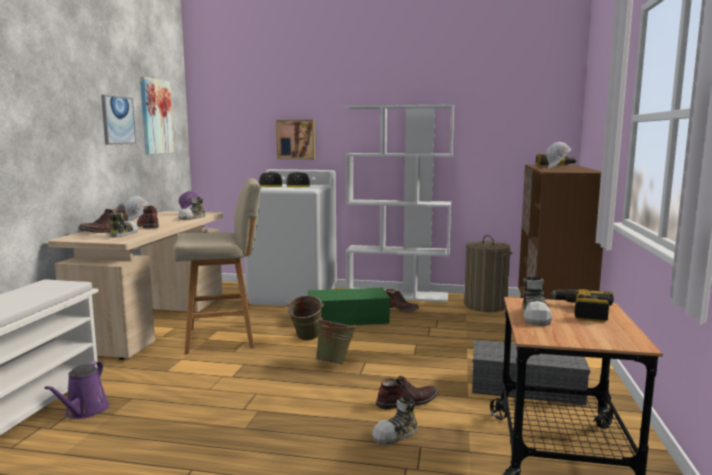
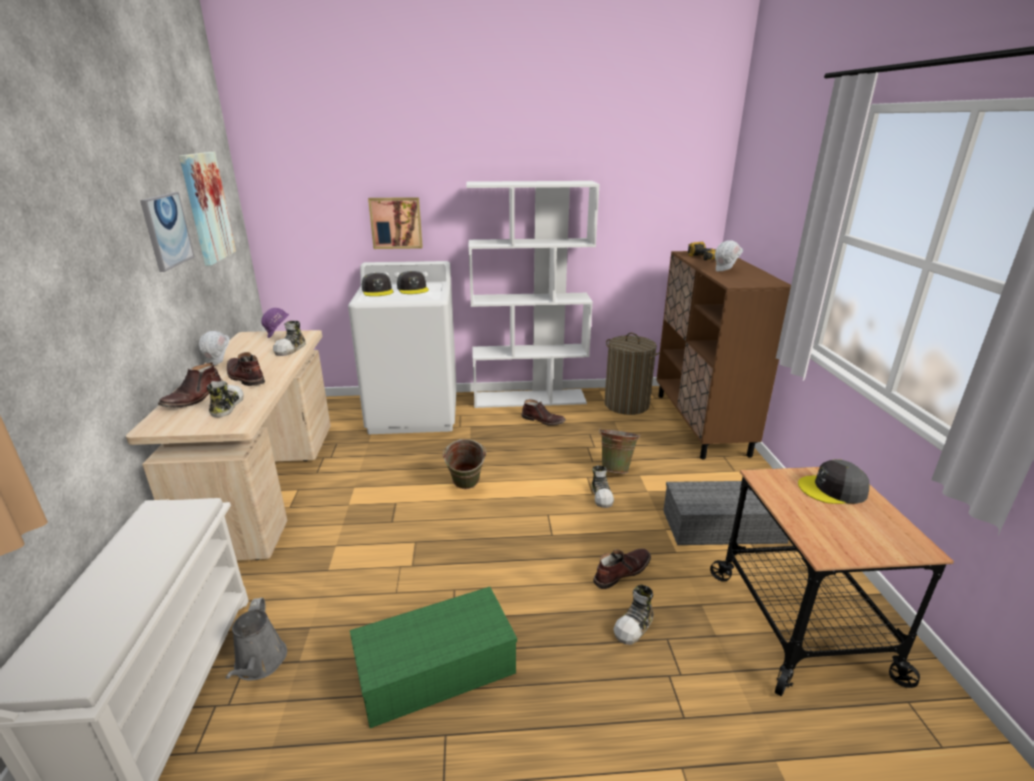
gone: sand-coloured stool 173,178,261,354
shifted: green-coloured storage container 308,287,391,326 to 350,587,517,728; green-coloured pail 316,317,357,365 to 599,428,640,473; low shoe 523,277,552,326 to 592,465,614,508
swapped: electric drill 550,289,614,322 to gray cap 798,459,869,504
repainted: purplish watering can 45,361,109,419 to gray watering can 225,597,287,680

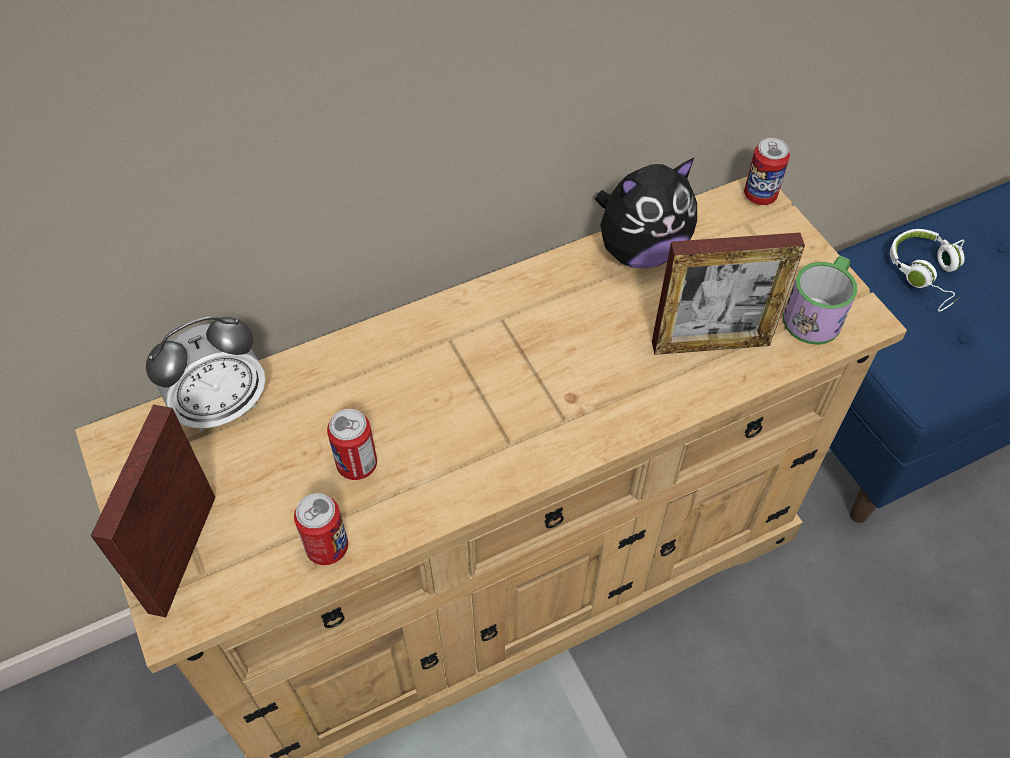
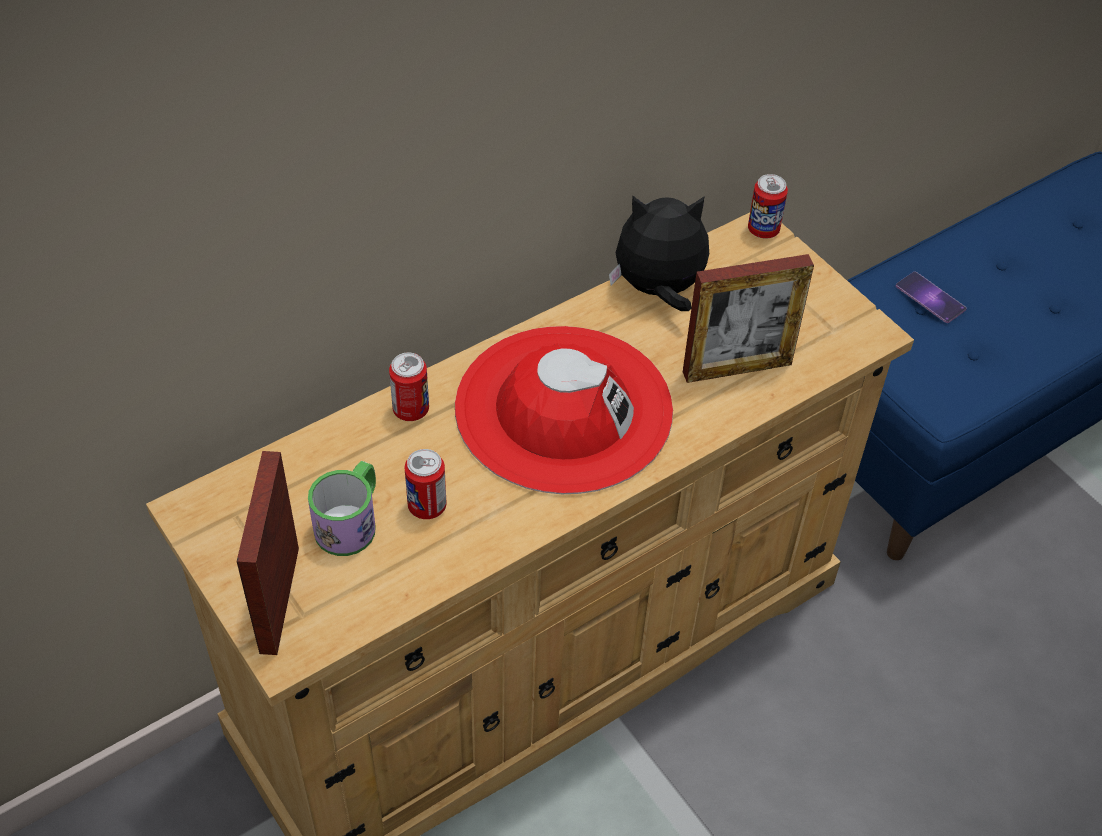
gone: table clock 146,316,266,432
new: red hat 455,326,673,494
shifted: metal can 294,493,348,565 to 389,352,429,421; tea mug 783,256,857,345 to 308,461,376,556
swapped: whitish pair of headphones 890,229,965,312 to phone 896,271,967,323
rotated: cuddly toy 595,157,697,269 = 609,196,709,311 150 degrees counterclockwise

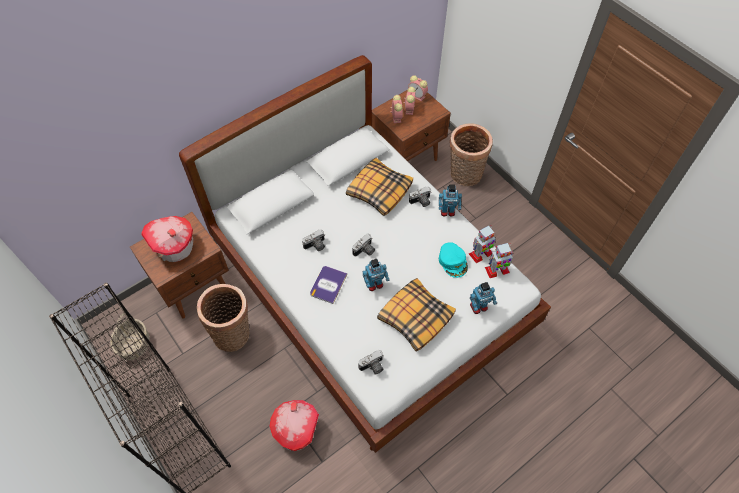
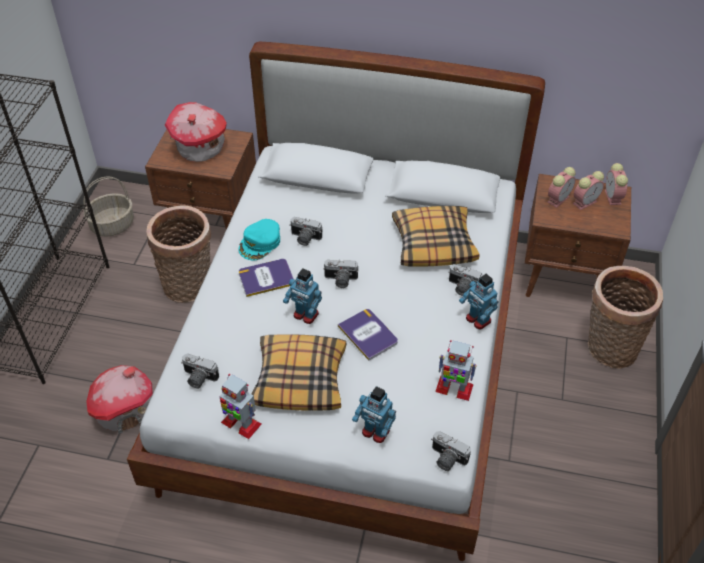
new: bound book 338,309,398,360; still camera 431,431,471,471
shifted: turquoise-coloured cap 439,242,468,278 to 239,219,280,261; robot figure 485,243,513,278 to 219,374,262,439

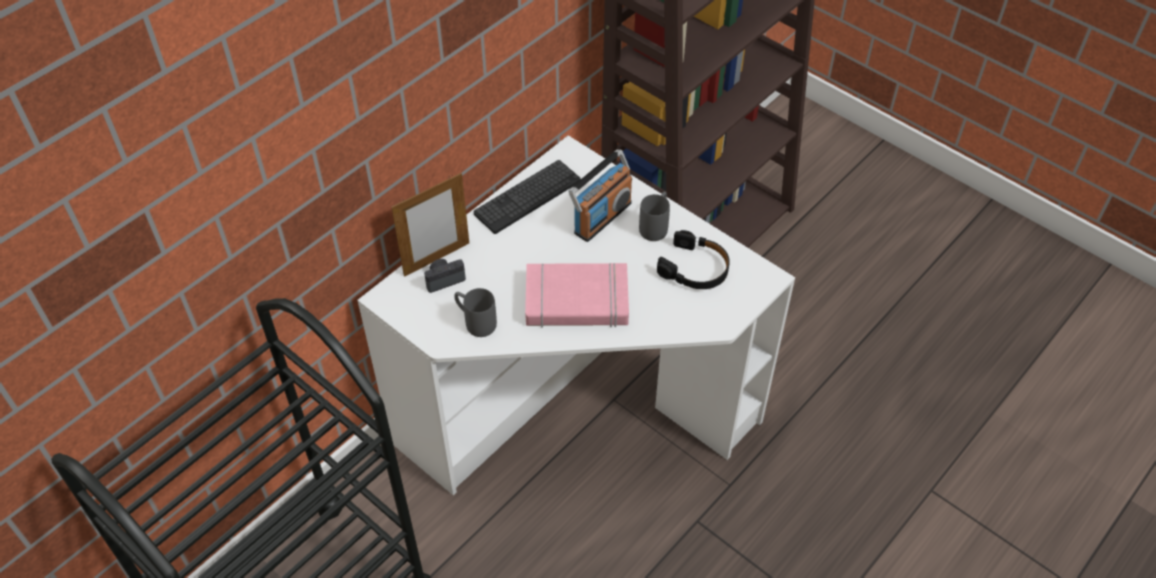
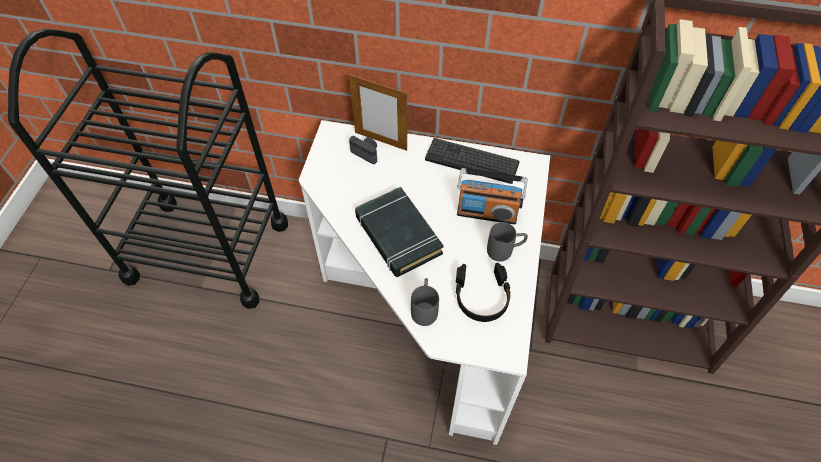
shifted: gray tea mug 454,288,497,337 to 411,278,439,326
repainted: pink bound book 525,263,629,328 to black bound book 355,187,444,277

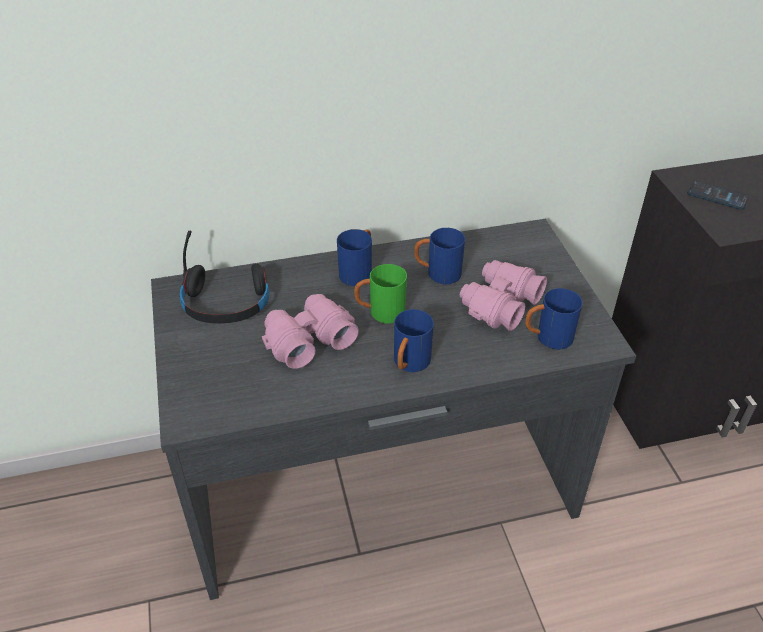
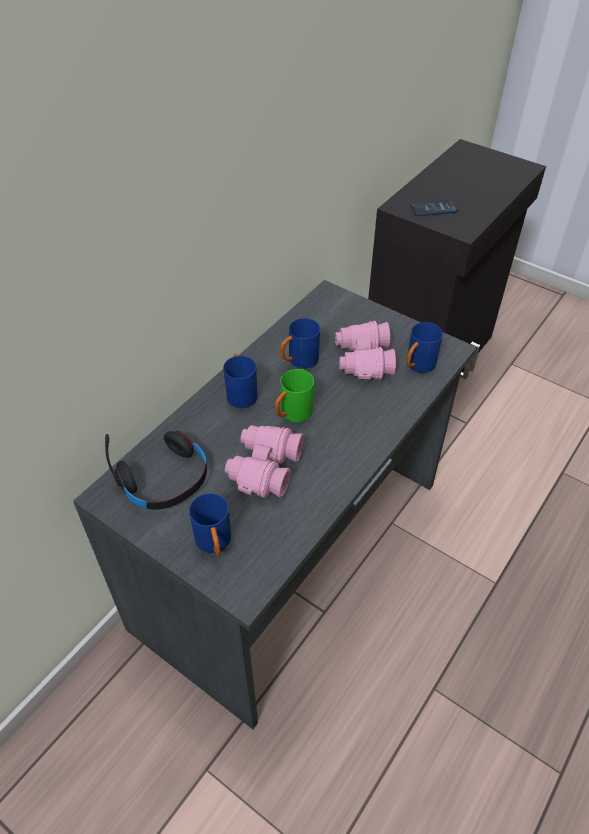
shifted: bluish tea mug 394,309,434,372 to 189,493,231,556

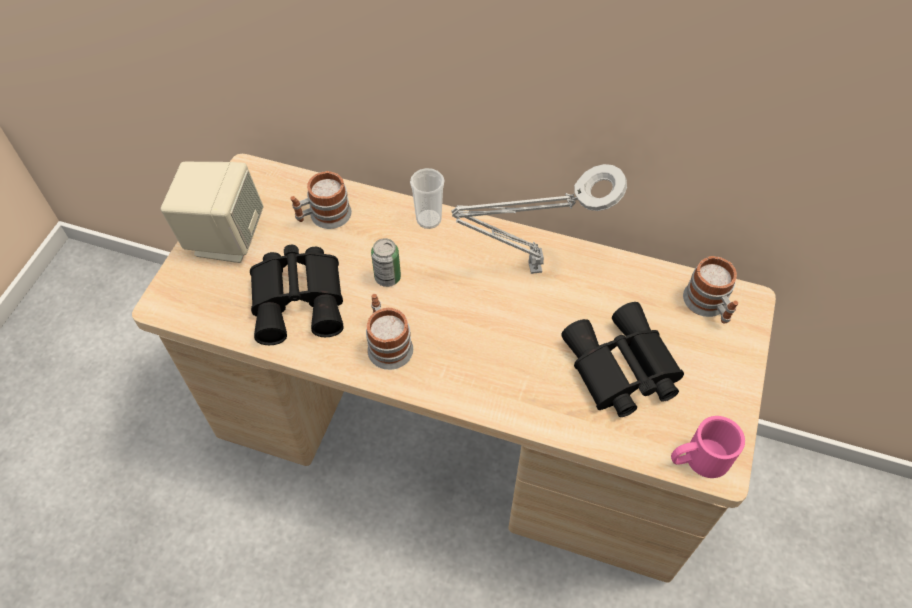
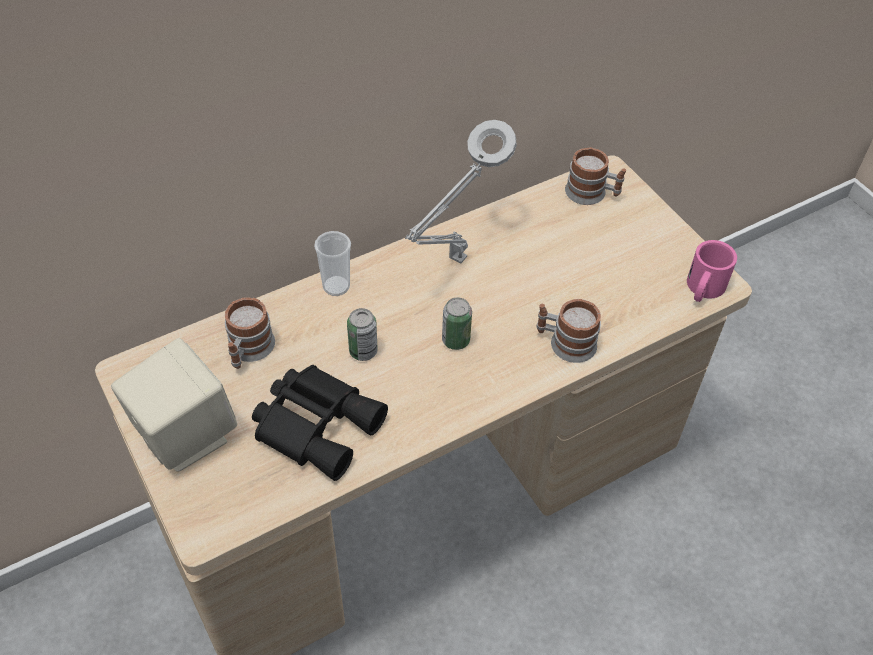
gone: black field glasses 561,302,684,417
new: metal can 442,298,472,350
shifted: tea mug 366,294,413,370 to 536,299,601,363

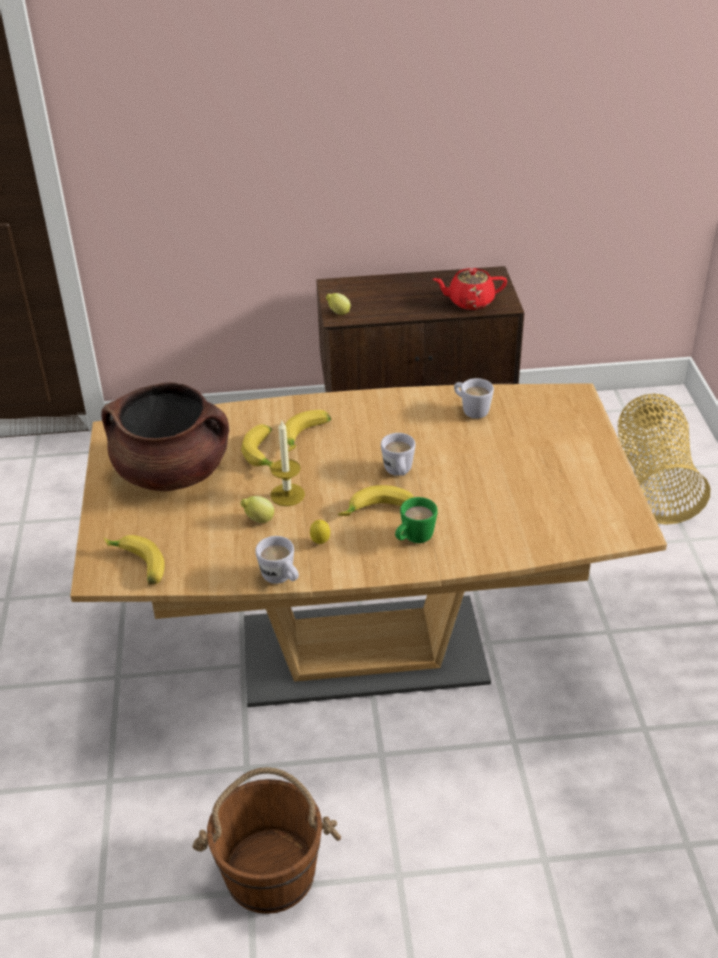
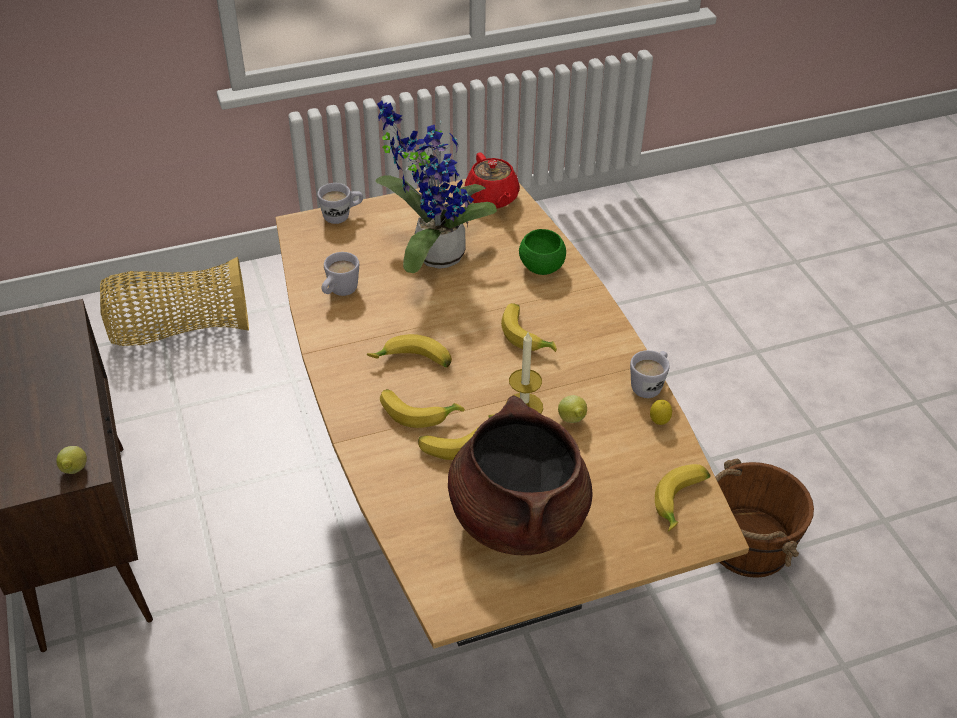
gone: green-coloured tea mug 395,497,438,543
new: banana 367,334,452,368; plant in a pot 375,101,497,273; green-coloured bowl 519,229,566,275
shifted: citrus fruit 310,520,330,544 to 650,400,672,425; whitish tea mug 381,433,416,476 to 317,183,363,224; red tea pot 433,268,507,310 to 464,153,520,209

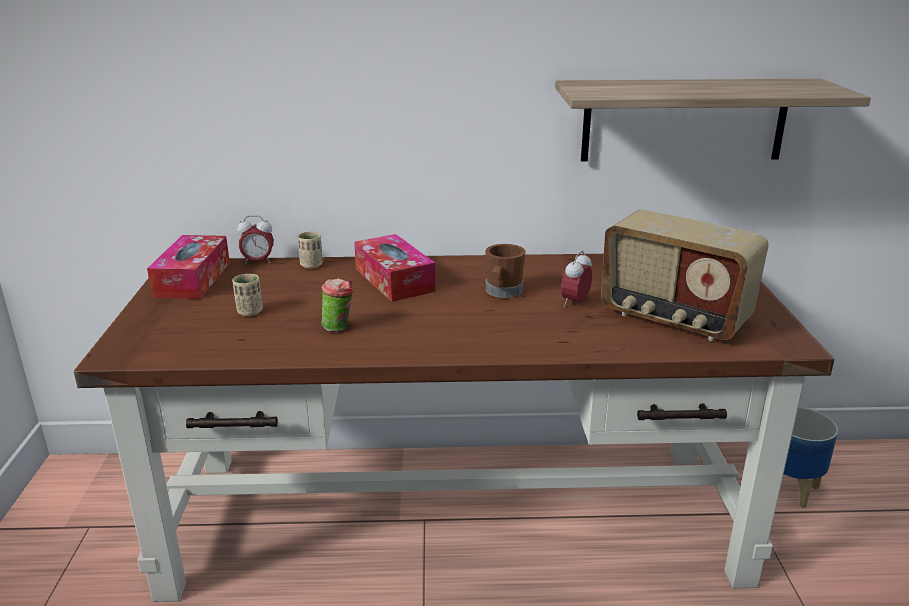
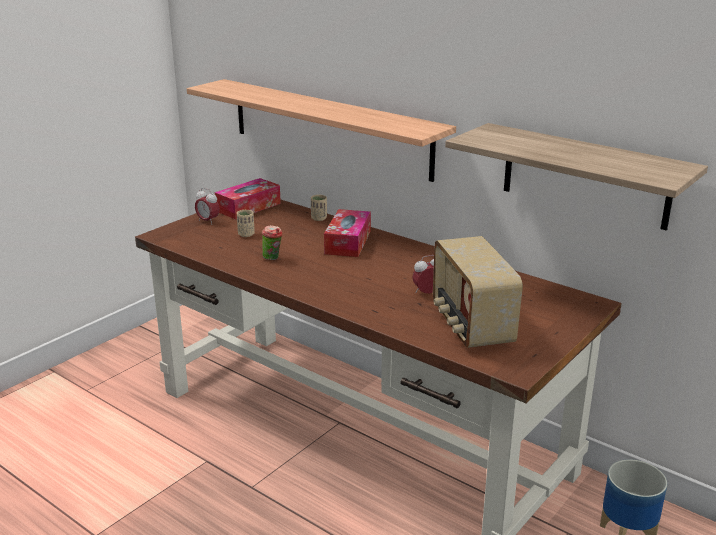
gone: brown-coloured tea mug 485,244,526,298
new: bracket shelf 187,79,456,182
shifted: table clock 237,216,274,264 to 195,188,220,225

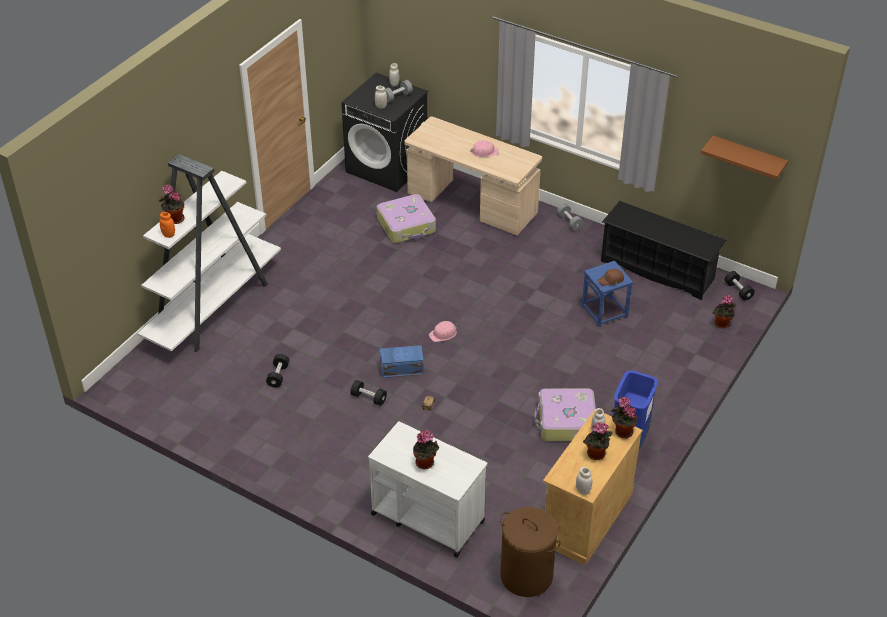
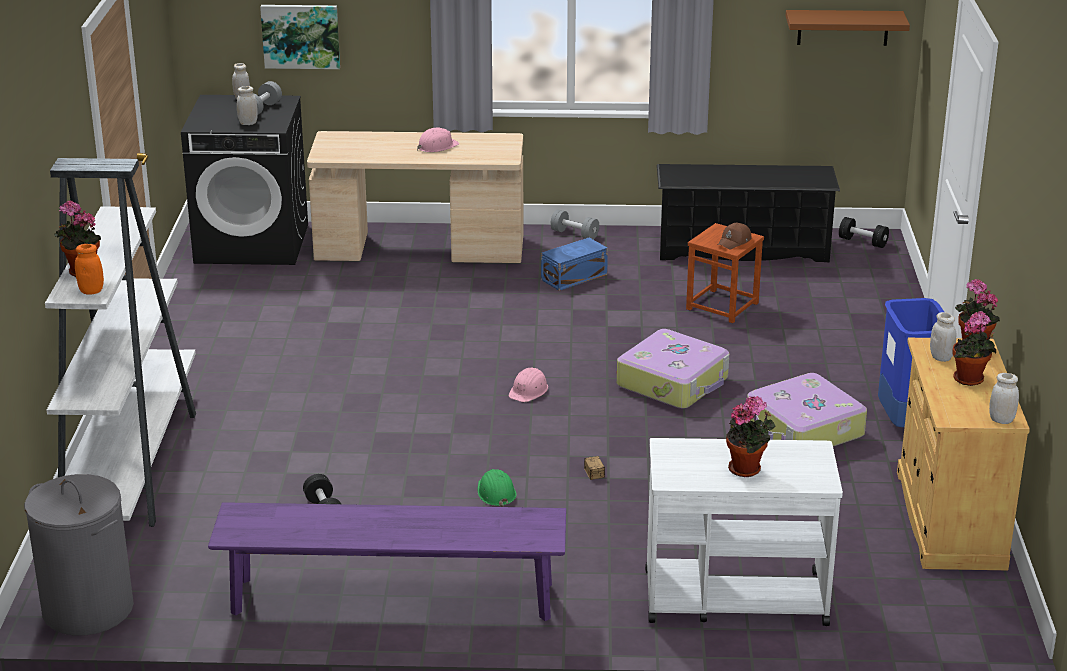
gone: brown-coloured hamper 500,507,561,597; plant in a pot 712,295,736,328
new: gray hamper 24,474,134,636; purplish bench 208,502,566,621; wall picture 260,5,340,69
shifted: travel case 377,194,436,243 to 617,329,729,409; bluish storage container 380,345,424,378 to 541,238,608,291
swapped: black hand weight 351,380,387,406 to green-coloured safety helmet 477,469,517,507
repainted: bluish stool 582,261,633,327 to brown-coloured stool 686,223,764,323

